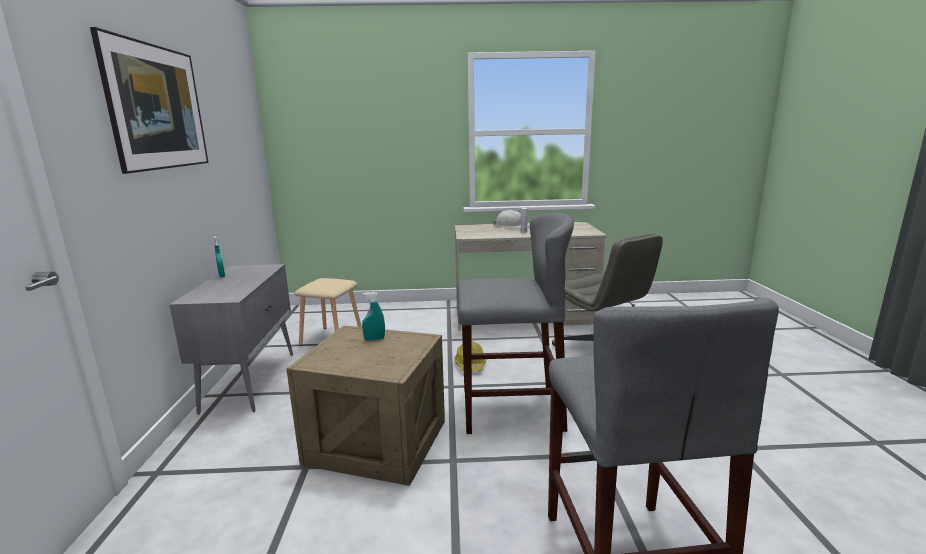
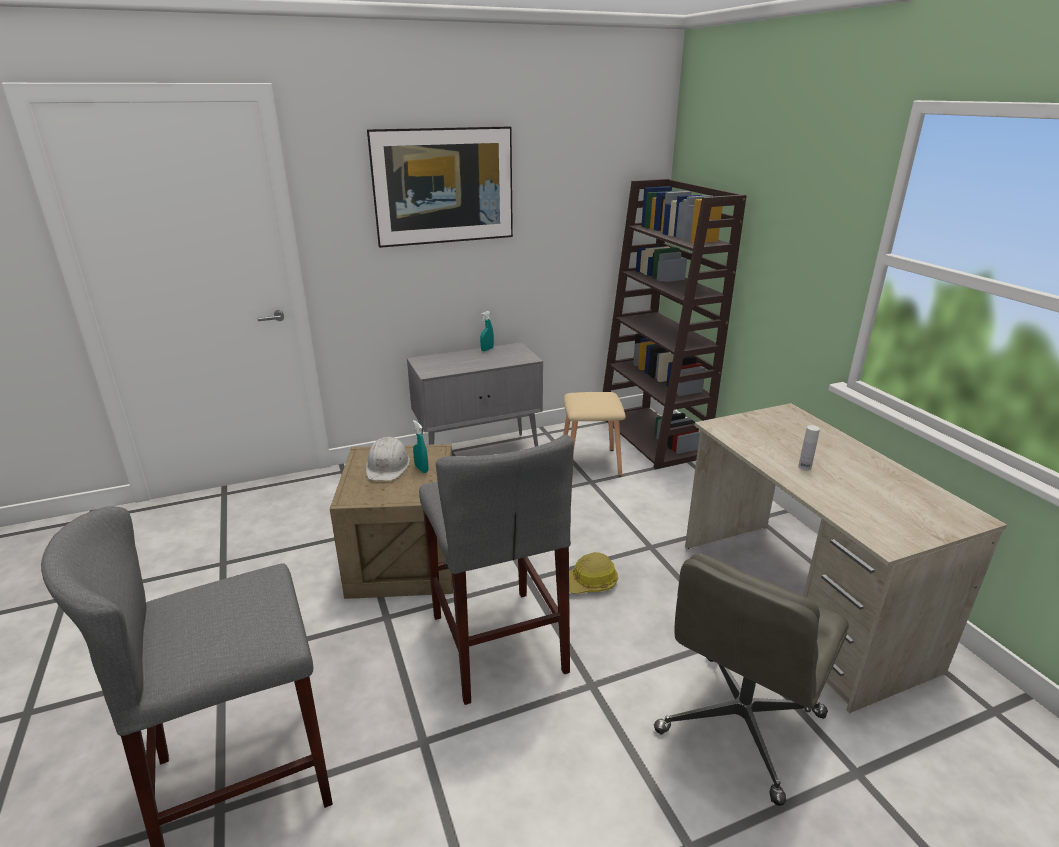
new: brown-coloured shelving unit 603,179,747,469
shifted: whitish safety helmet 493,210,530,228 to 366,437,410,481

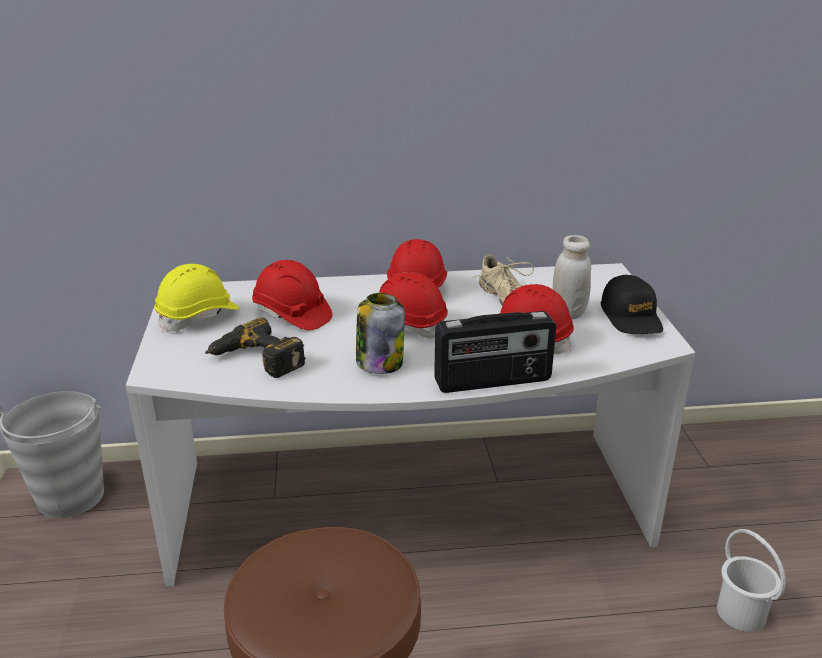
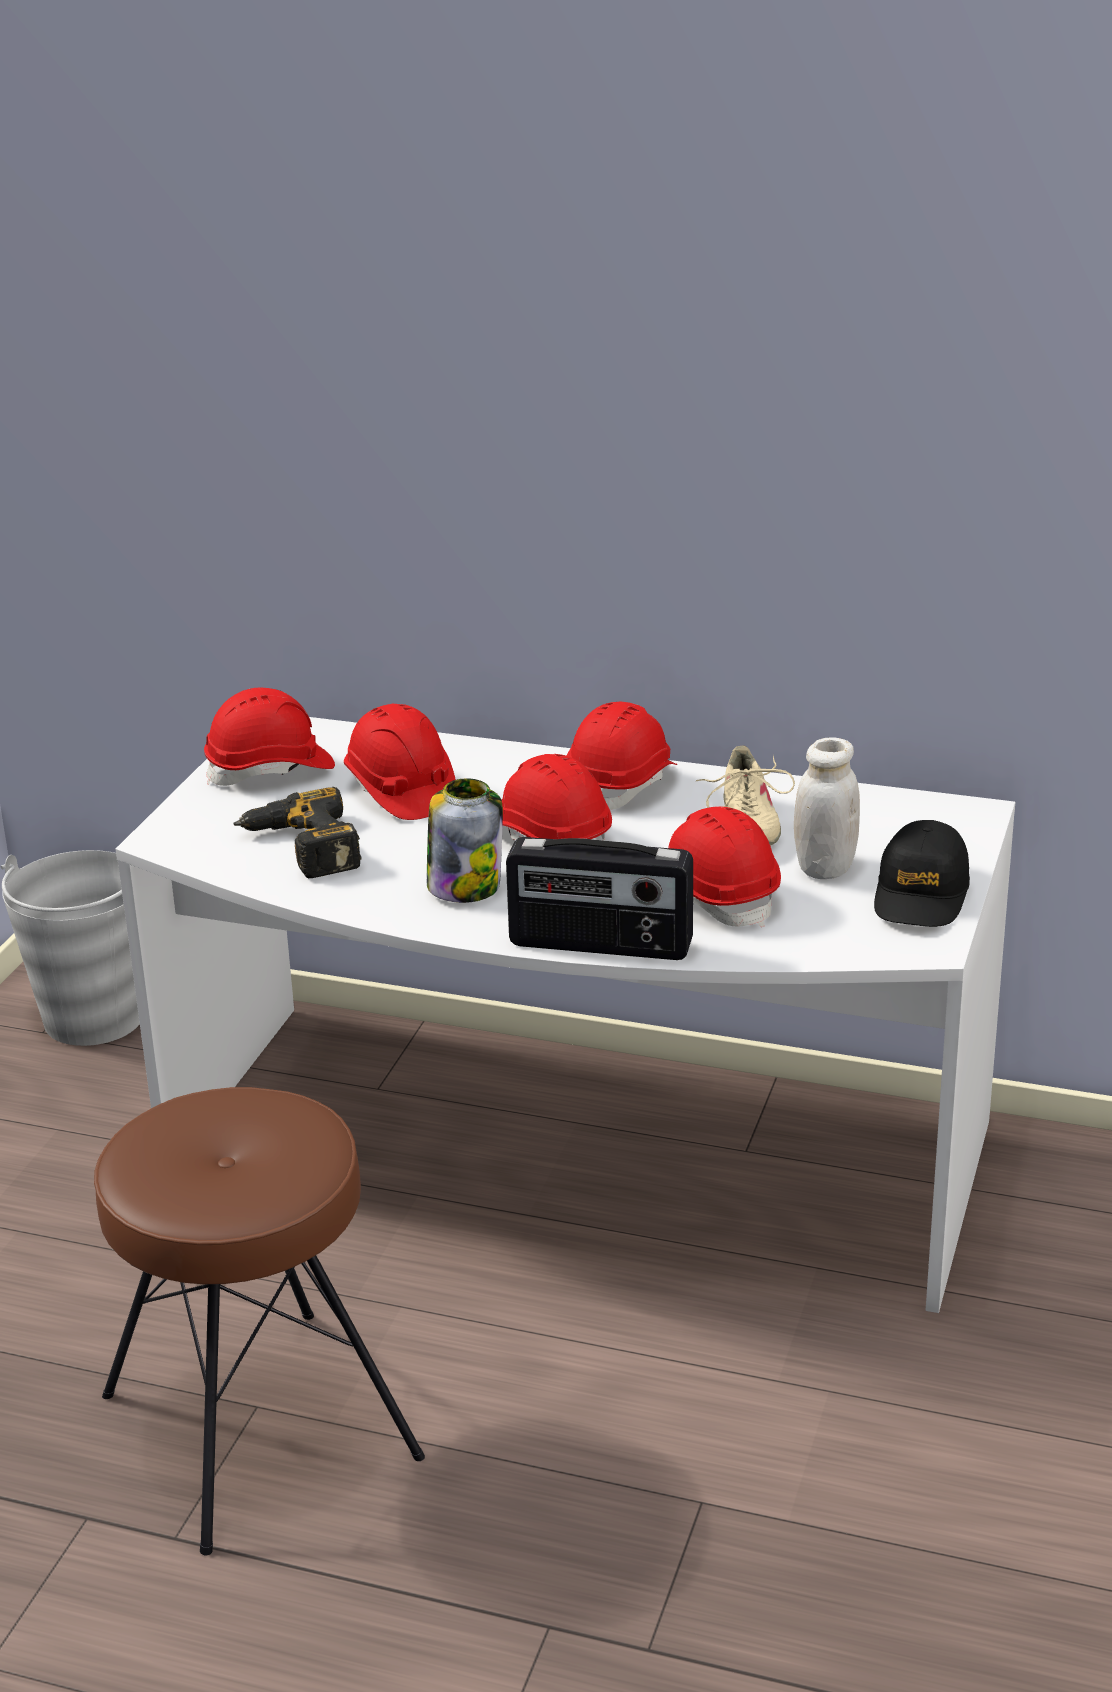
gone: whitish pail 717,529,786,632
repainted: yellow safety helmet 154,264,240,333 to red safety helmet 204,688,335,786

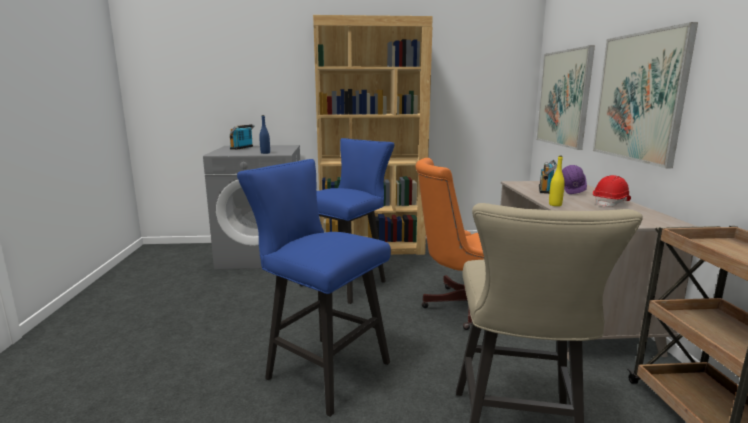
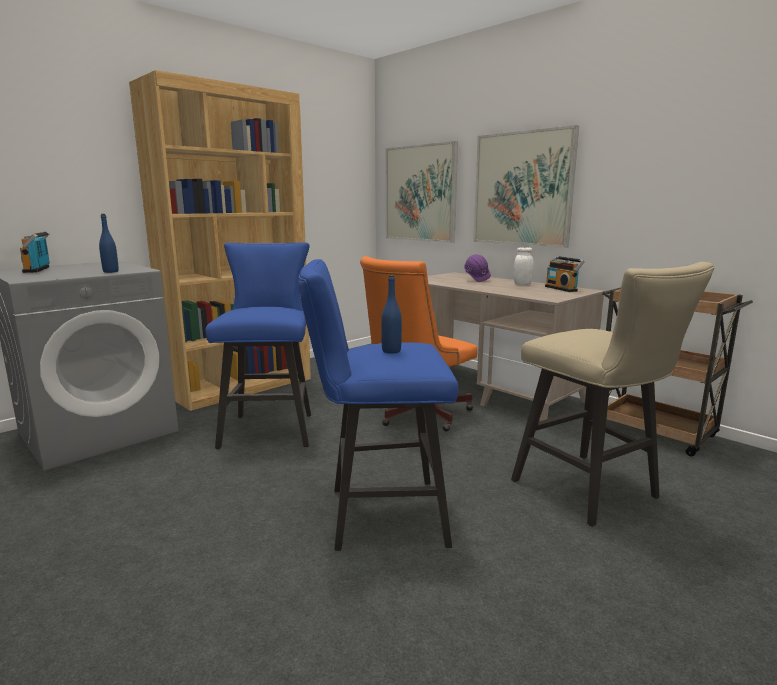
gone: yellow bottle 549,155,565,206
new: bluish bottle 381,275,402,354
shifted: radio receiver 539,159,557,194 to 545,256,585,292
swapped: red safety helmet 593,175,631,207 to whitish preserve jar 513,247,534,285

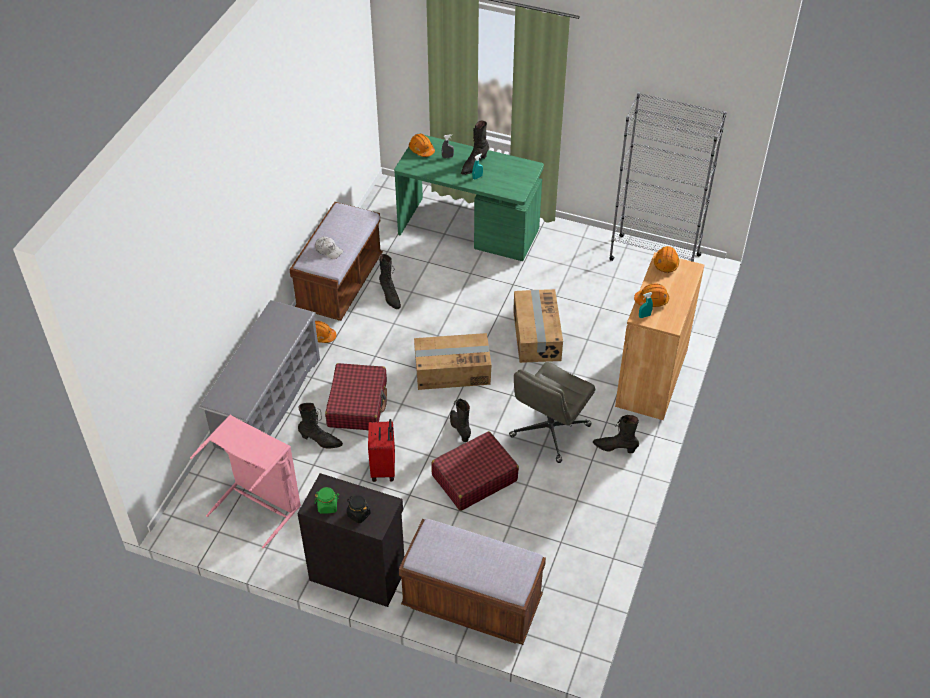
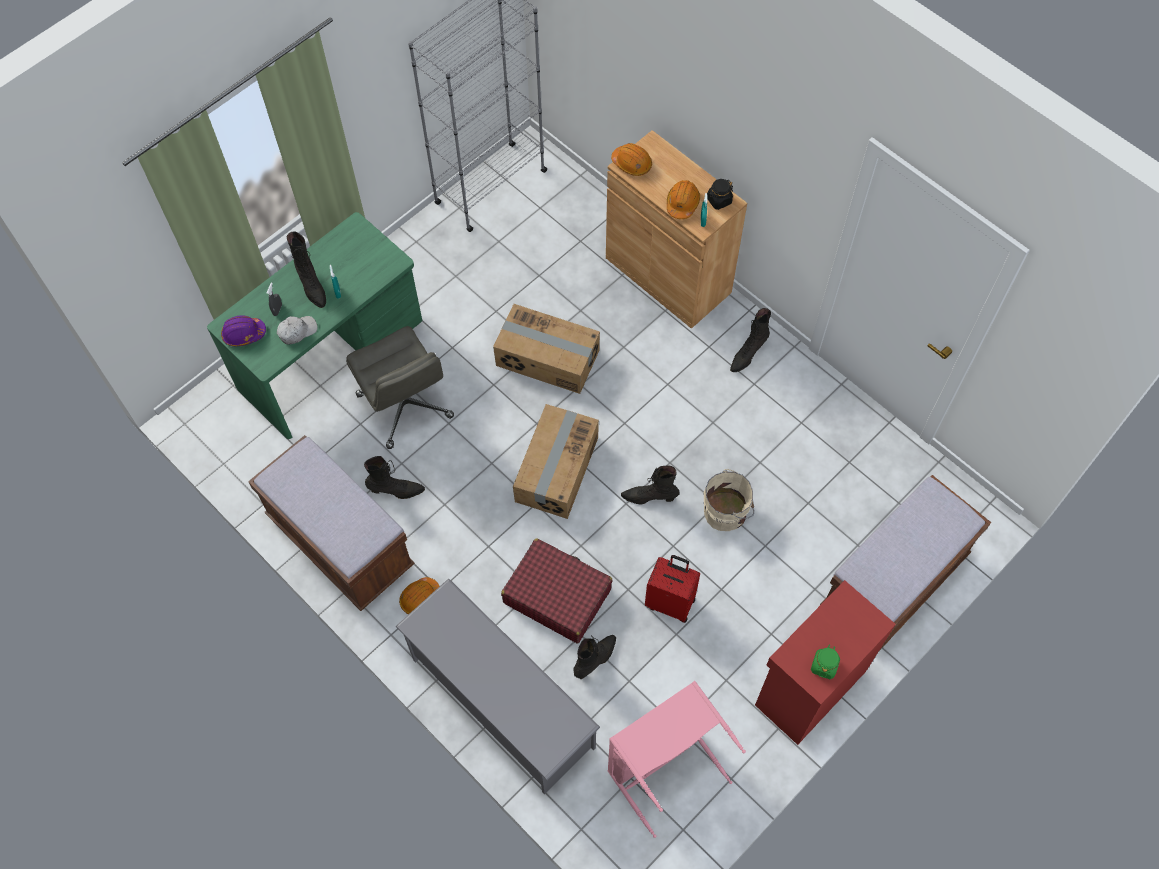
shifted: whitish cap 315,237,343,259 to 277,316,317,345; black preserve jar 347,495,371,523 to 707,179,733,210; gray desk chair 509,362,595,463 to 346,326,454,449
swapped: red travel case 431,431,519,511 to sand-coloured pail 704,469,754,531
repainted: black cupboard 297,473,404,607 to red cupboard 755,580,896,745; orange-coloured safety helmet 409,134,435,157 to purplish safety helmet 221,315,266,346

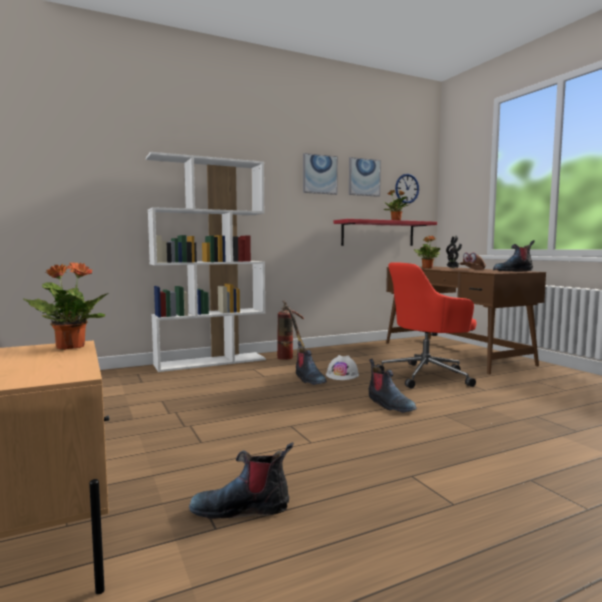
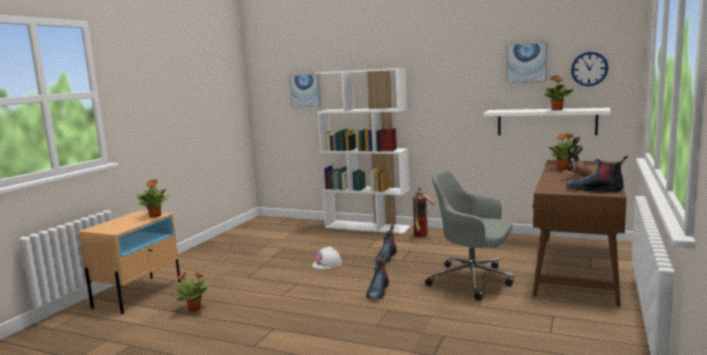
shifted: wall picture 303,153,338,195 to 289,74,321,107; whitish safety helmet 326,355,359,380 to 312,246,342,269
swapped: boot 189,442,294,519 to plant in a pot 174,271,211,312
repainted: red bracket shelf 334,219,437,246 to whitish bracket shelf 484,108,611,135; red desk chair 376,262,477,389 to gray desk chair 425,170,514,301

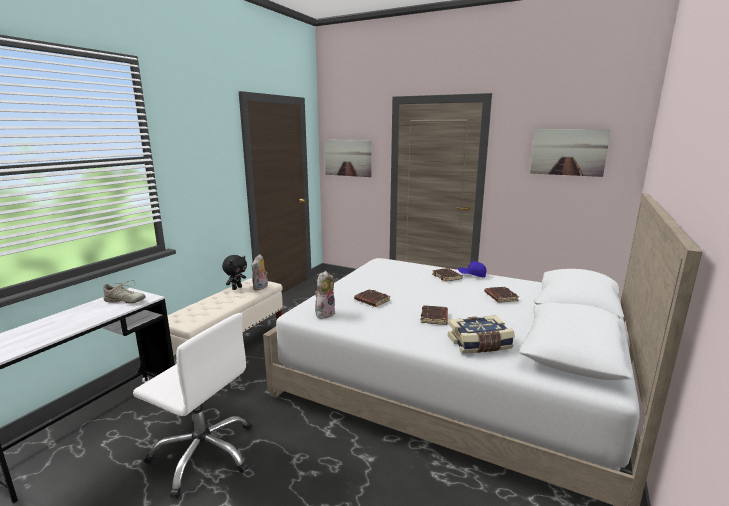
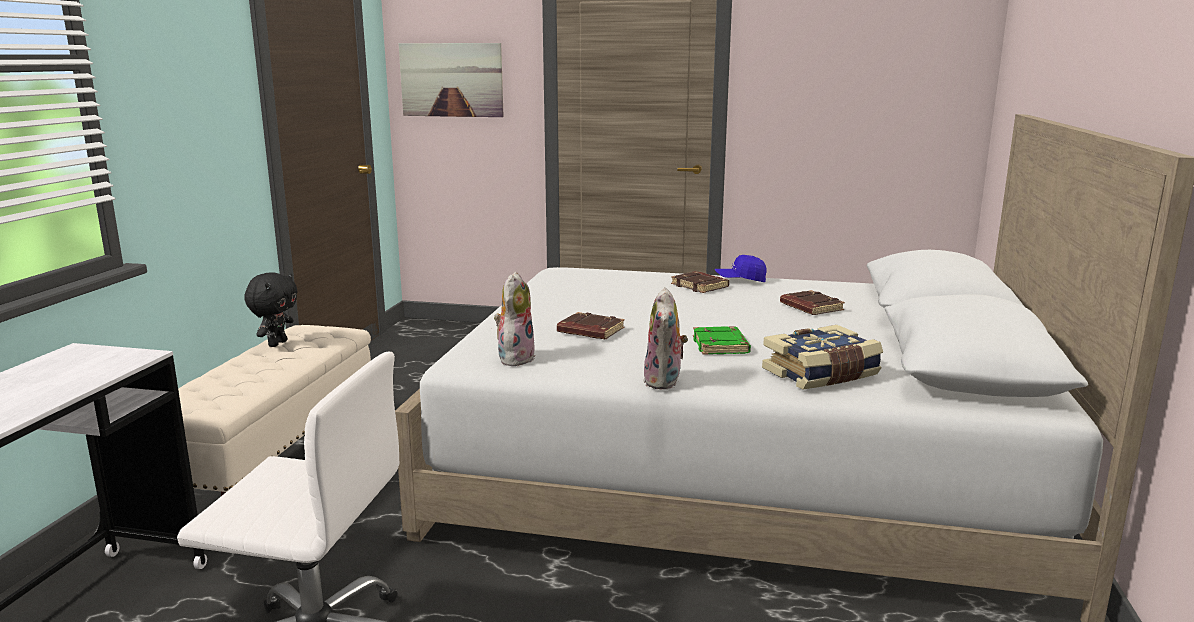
gone: sand-coloured low shoe 103,280,145,303; wall picture 530,129,611,177
shifted: cuddly toy 251,254,268,290 to 643,287,688,390
repainted: brown-coloured bound book 421,305,448,325 to green-coloured bound book 693,326,751,355

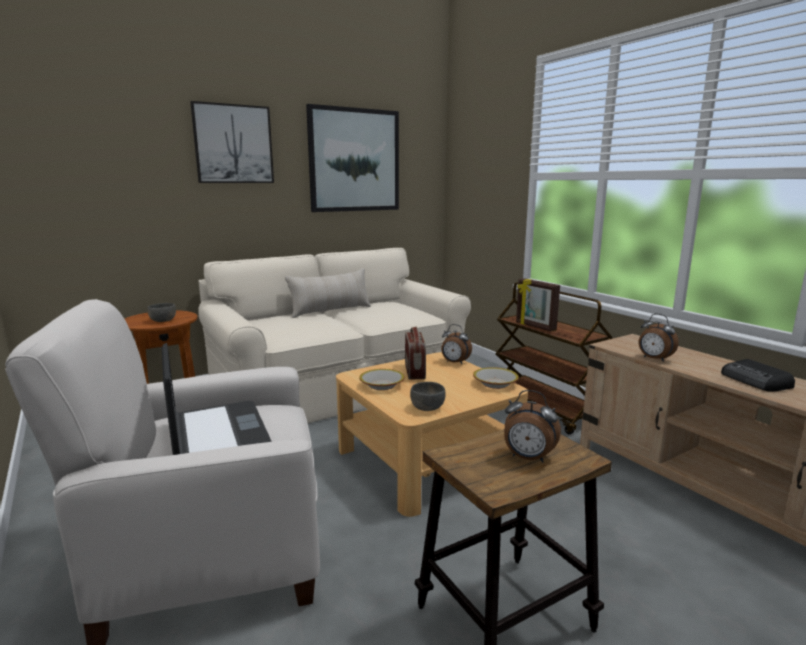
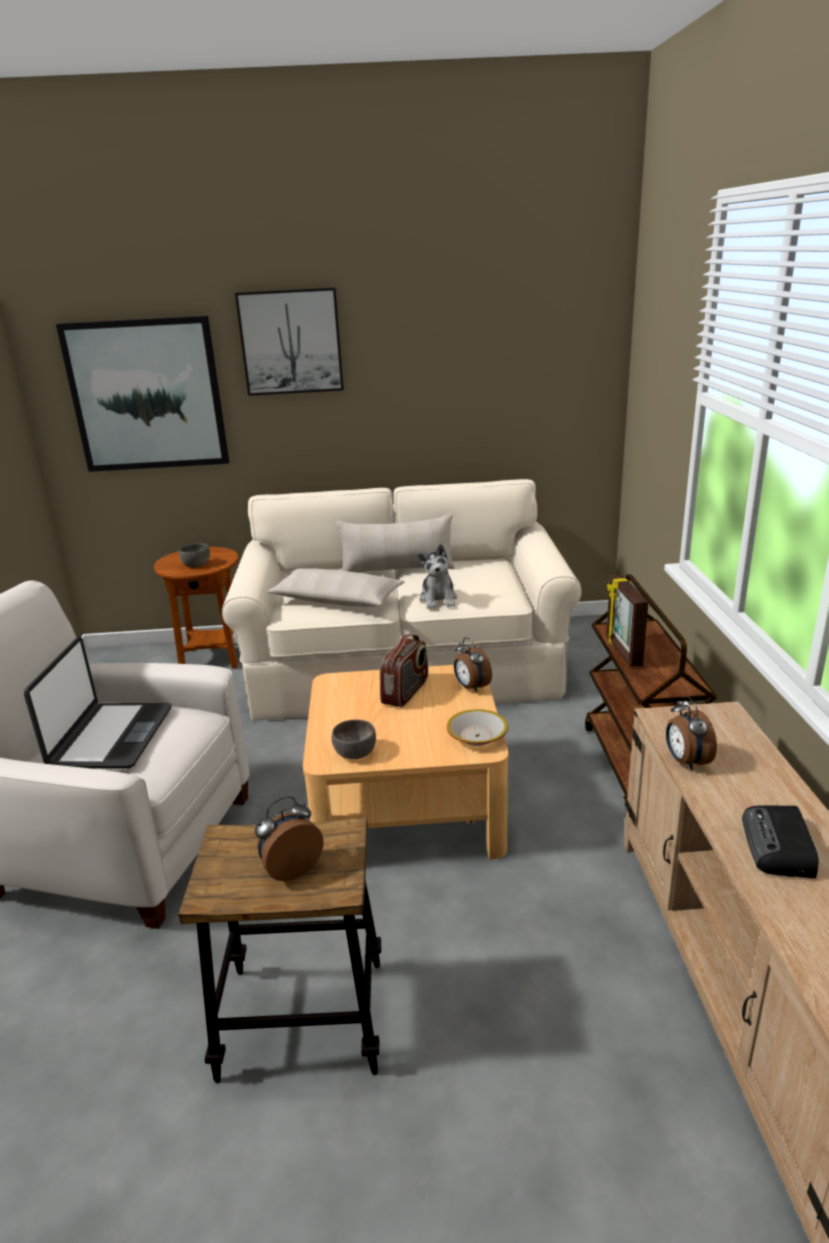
gone: bowl 359,369,405,390
new: sand-coloured cushion 267,568,405,607; cuddly toy 417,544,457,609
shifted: wall picture 306,104,399,212 to 56,316,229,472
rotated: table clock 504,390,561,463 = 255,796,324,881 90 degrees clockwise

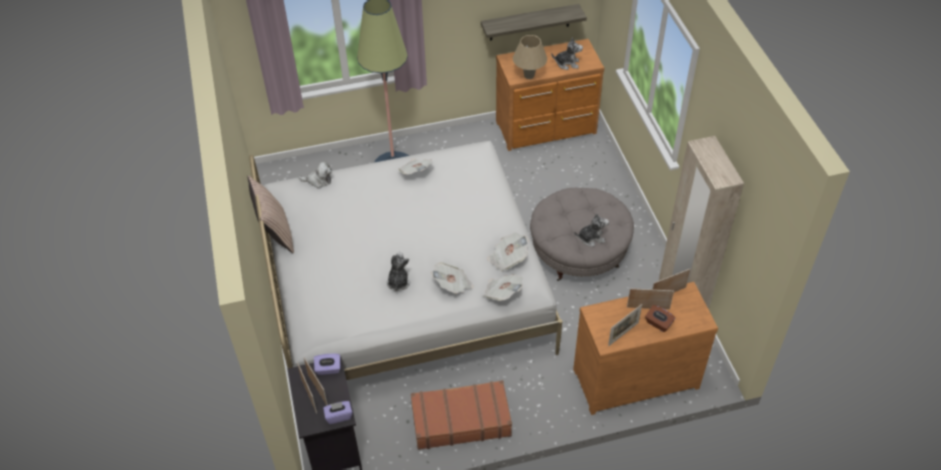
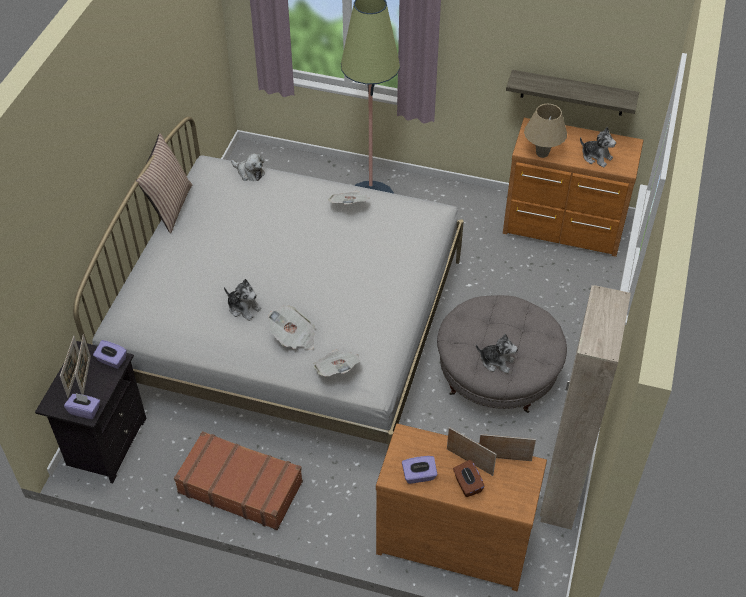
gone: daily paper 487,232,529,272
swapped: standing frame 608,304,642,346 to purplish box of tissues 402,456,437,484
rotated: cuddly toy 387,252,411,291 = 224,279,262,321 90 degrees clockwise

